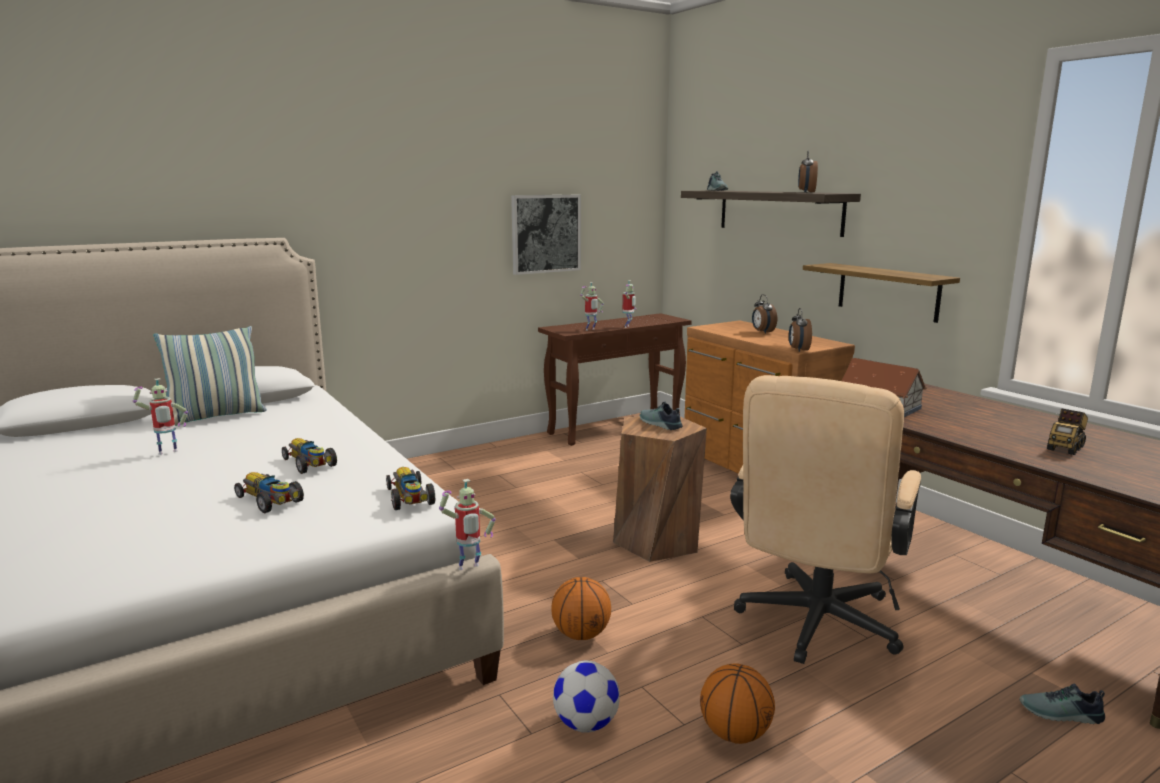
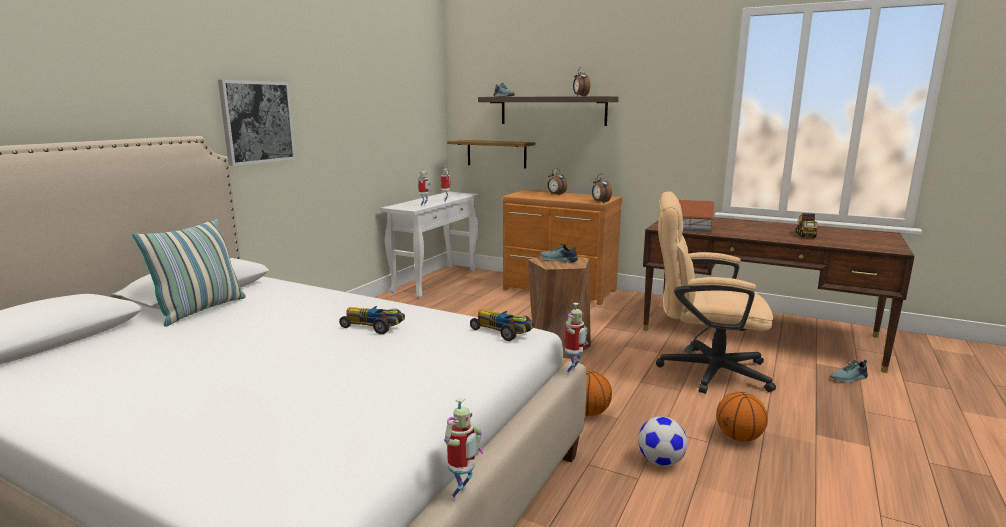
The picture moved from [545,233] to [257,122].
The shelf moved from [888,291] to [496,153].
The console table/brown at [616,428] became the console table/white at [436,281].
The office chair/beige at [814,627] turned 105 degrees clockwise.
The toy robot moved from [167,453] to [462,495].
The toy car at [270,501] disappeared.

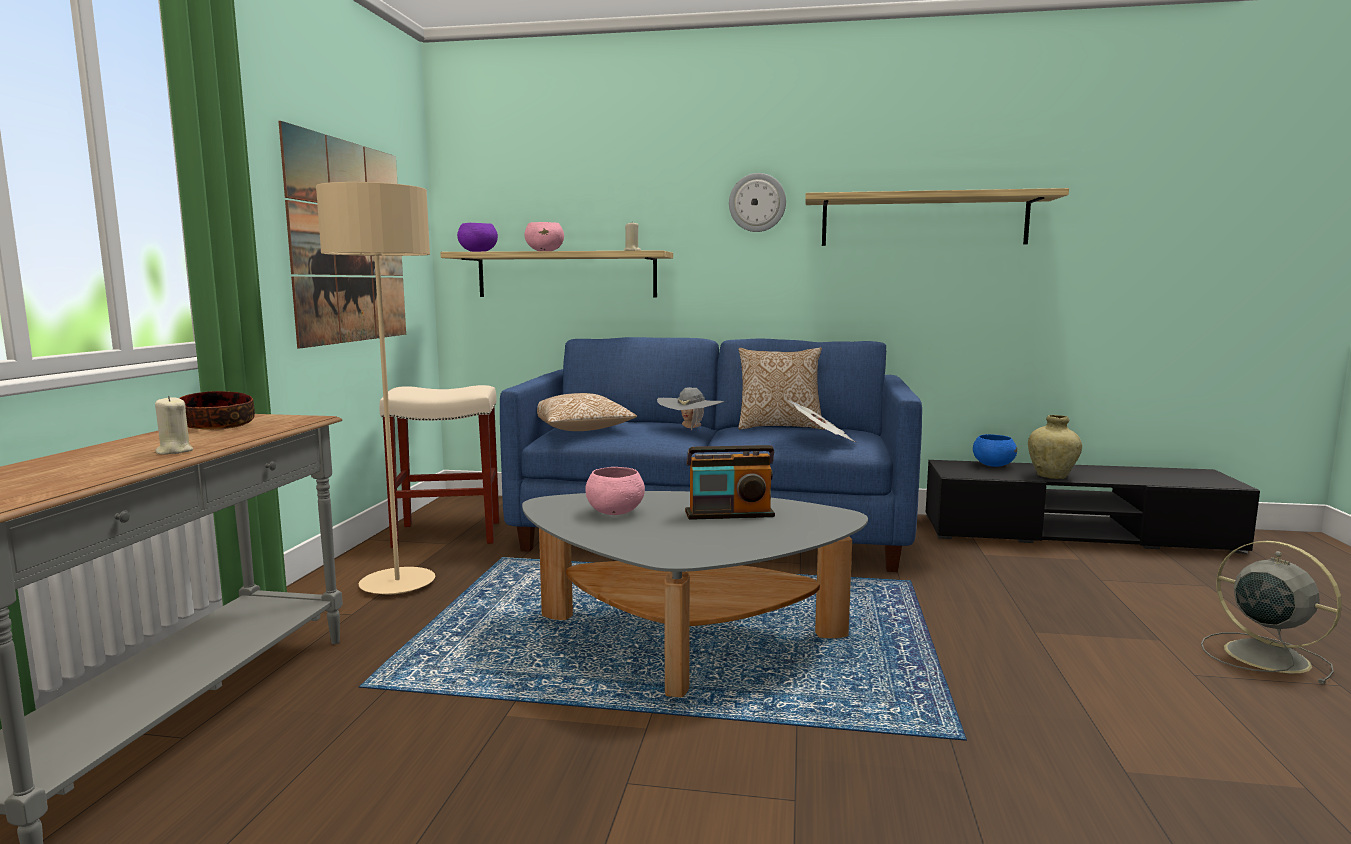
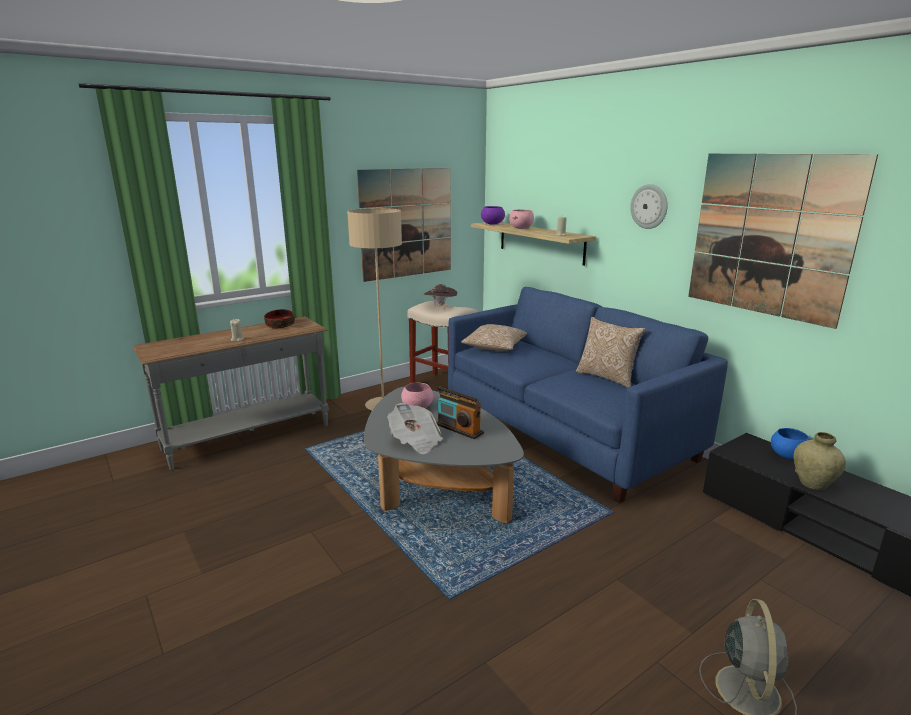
The shelf at [923,221] was replaced by the picture at [770,236].
The hat/grey at [690,428] disappeared.
The newspaper moved from [821,440] to [415,441].
The hat/brown at [440,307] appeared.

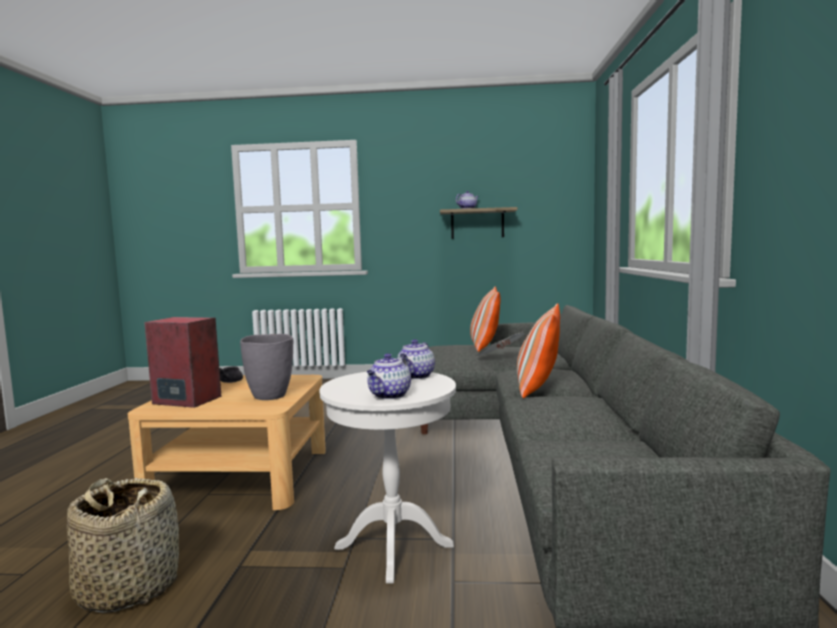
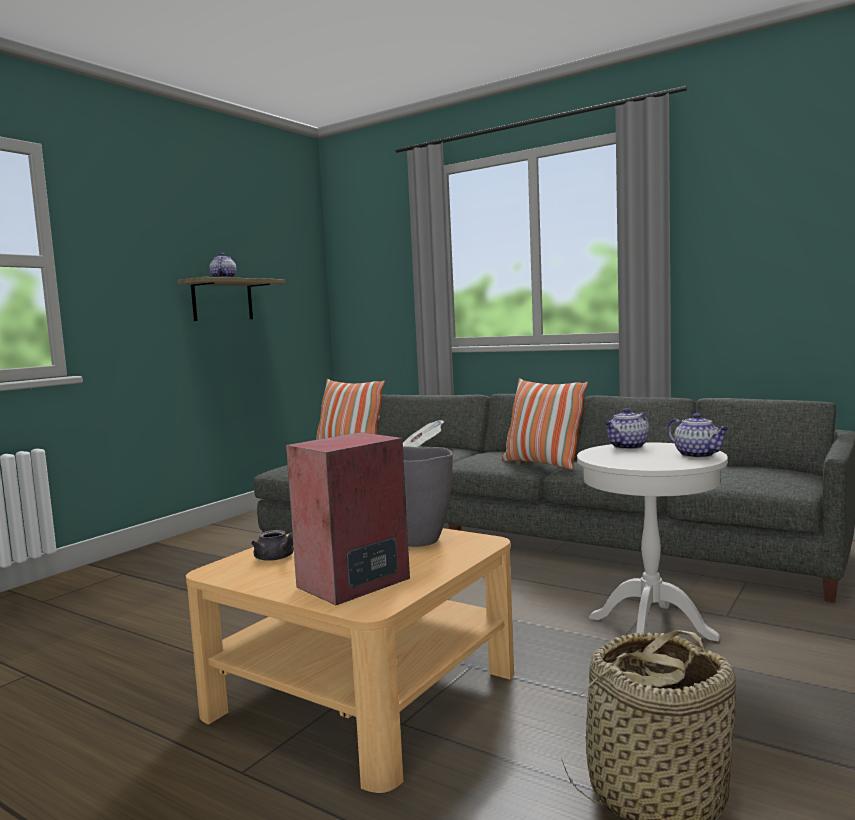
The teapot at [416,376] turned 90 degrees clockwise.

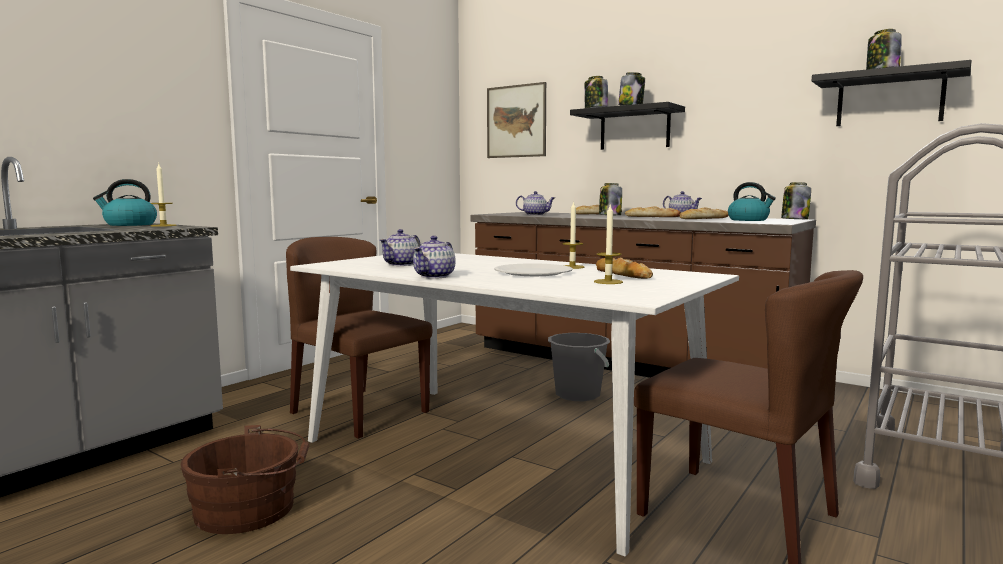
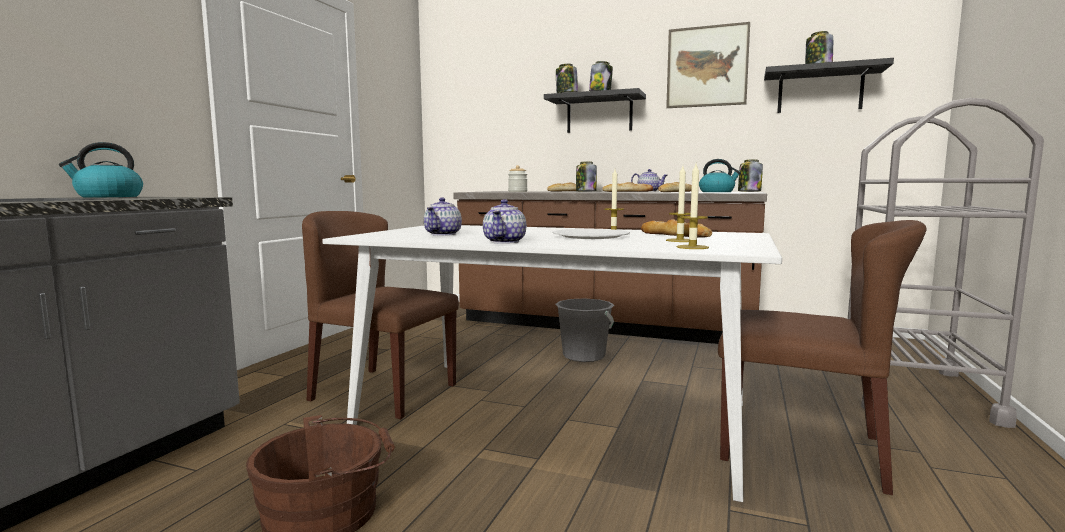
The picture moved from [516,121] to [707,66].
The candle moved from [163,225] to [692,247].
The teapot at [535,215] was replaced by the jar at [517,191].

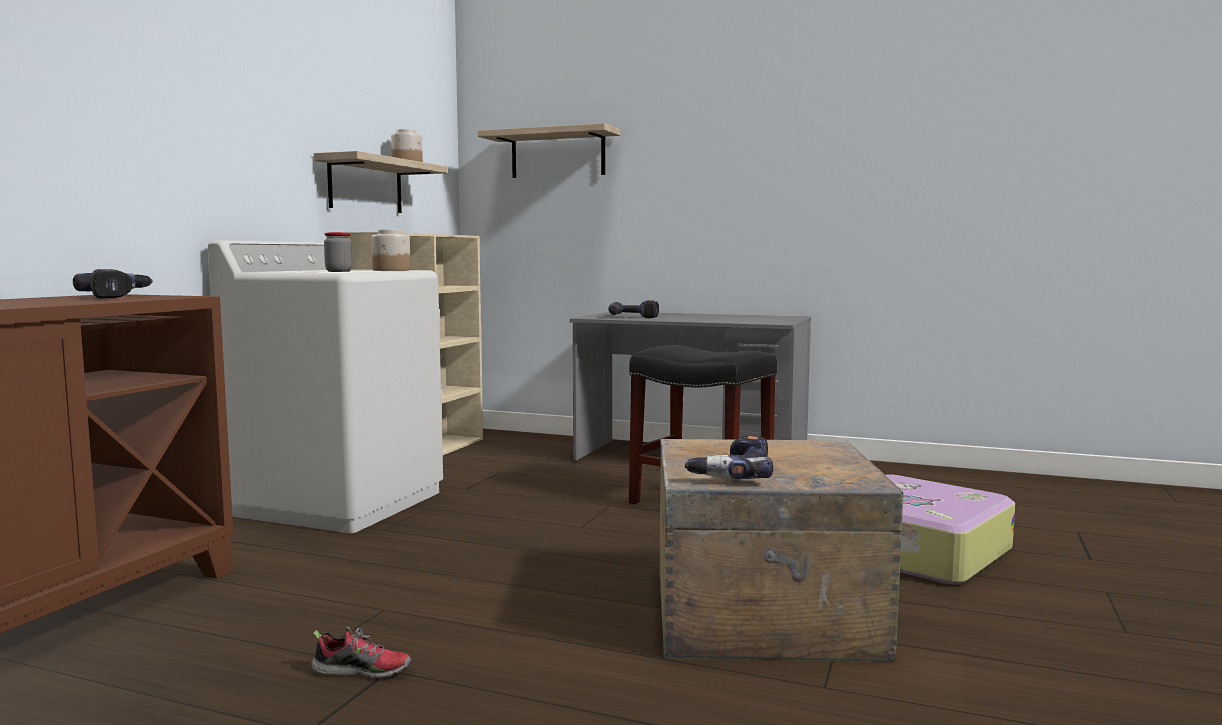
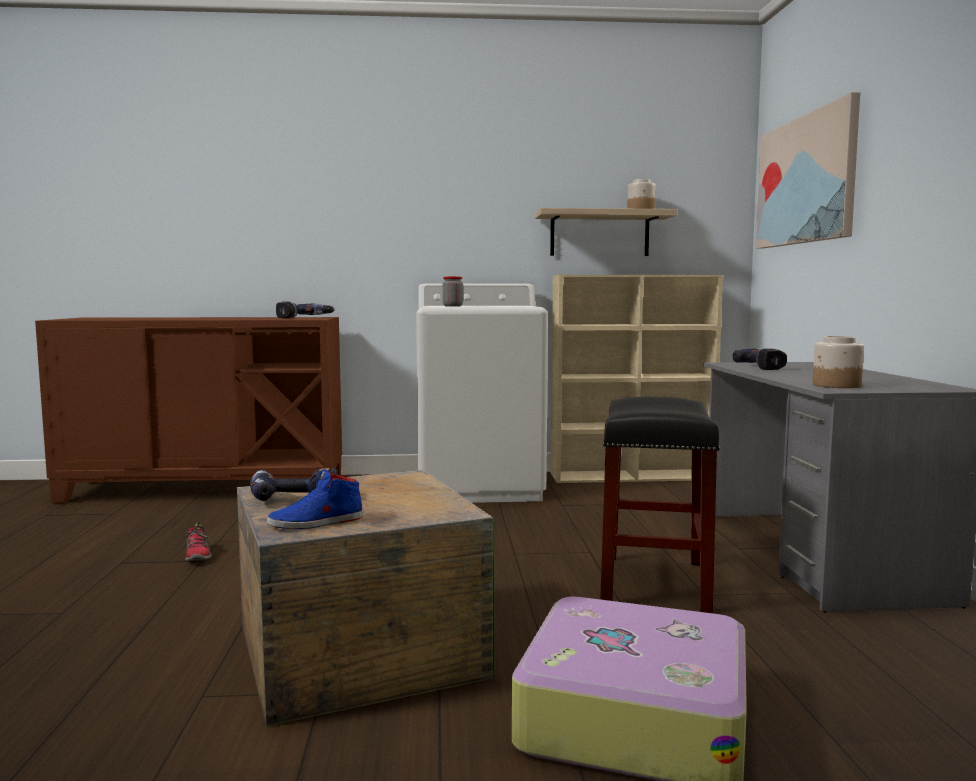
The shelf at [558,154] was replaced by the picture at [806,180].
The jar moved from [391,270] to [836,385].
The shoe/blue at [316,522] appeared.

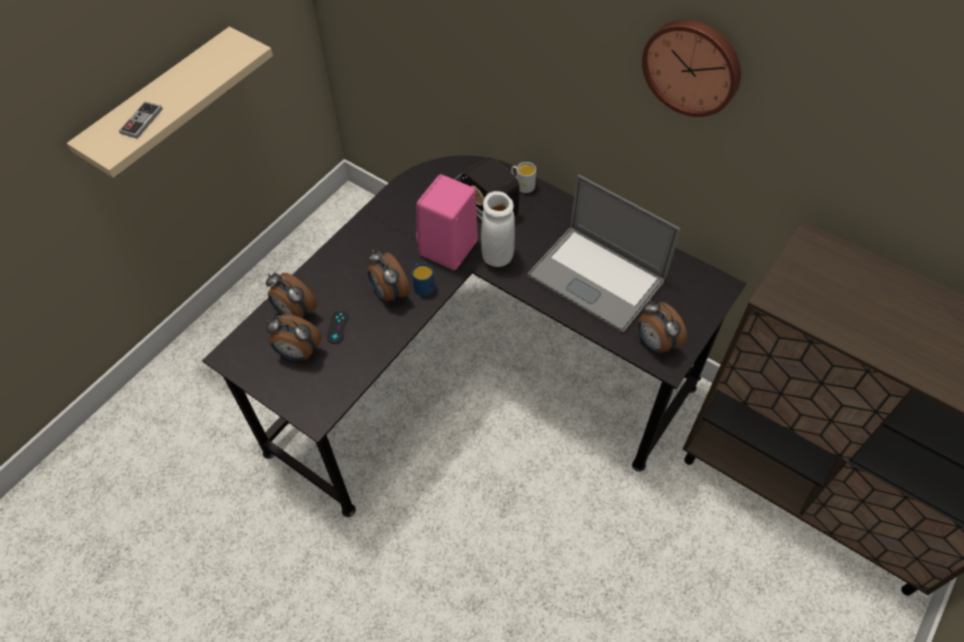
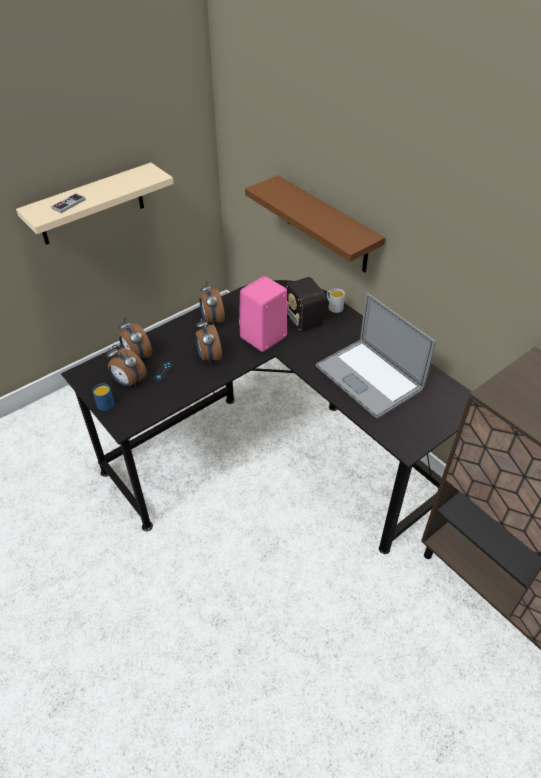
The wall clock at [693,66] disappeared.
The vase/white at [497,255] disappeared.
The mug/blue moved from [422,285] to [105,402].
The alarm clock moved from [655,343] to [212,320].
The shelf/brown at [326,225] appeared.

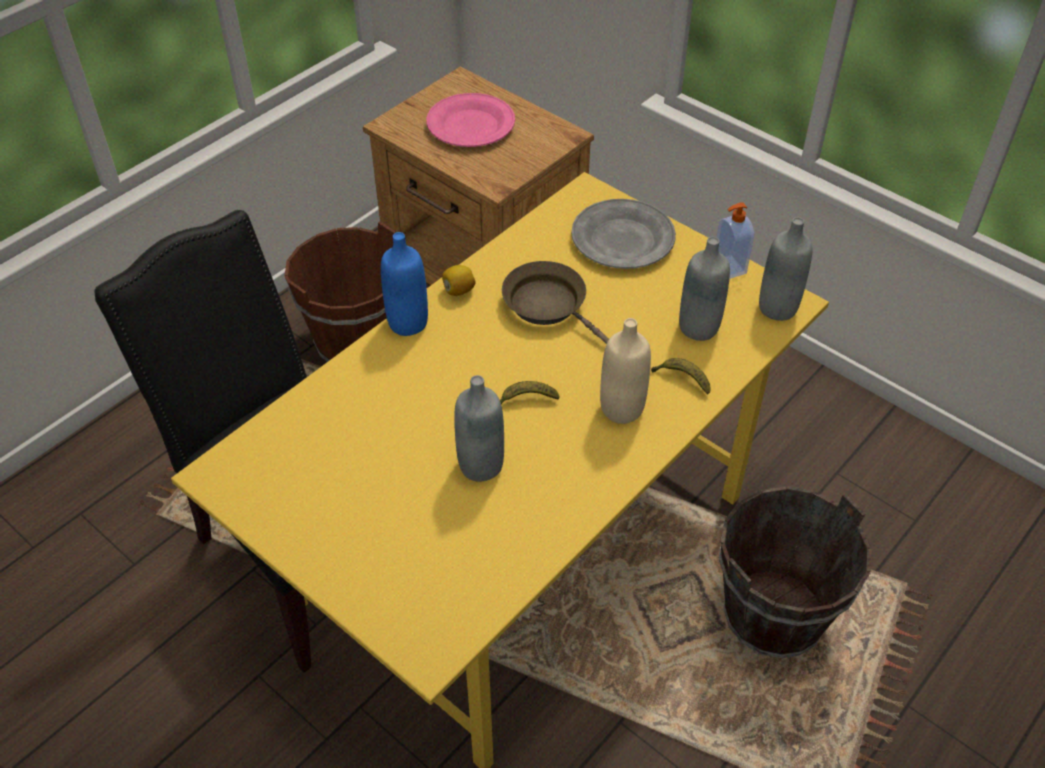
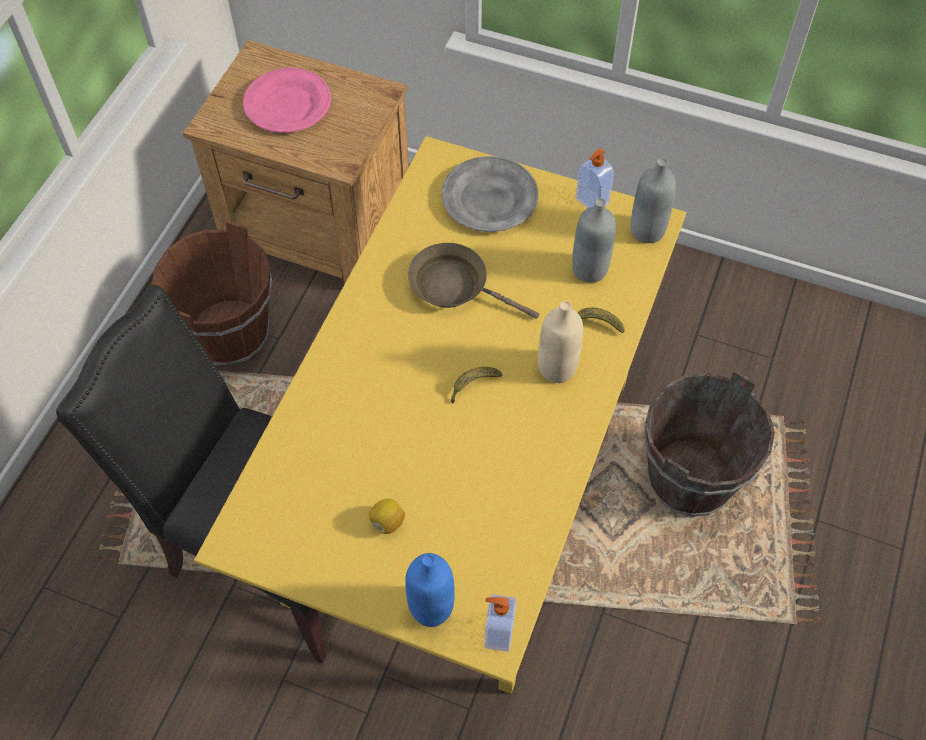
The bottle/blue moved from [408,323] to [431,607].
The lemon moved from [459,291] to [387,522].
The bottle/grey at [480,465] disappeared.
The soap dispenser at [497,633] appeared.

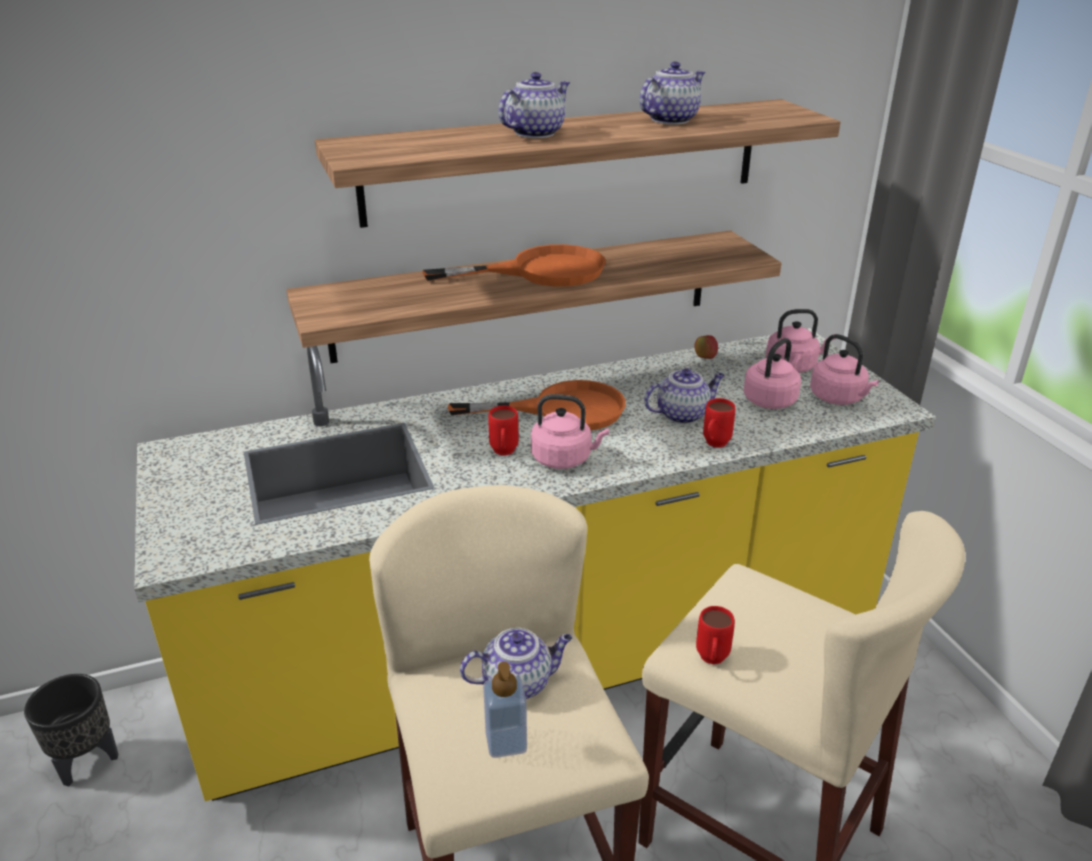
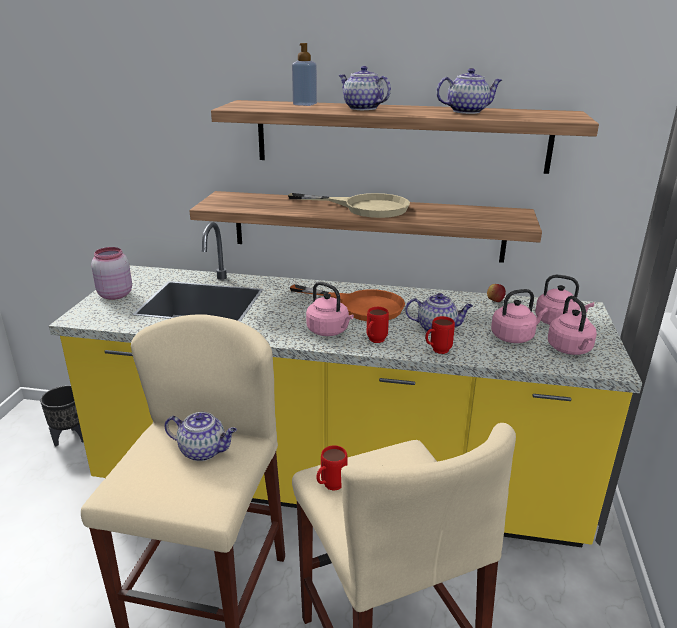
The teapot at [535,133] turned 120 degrees counterclockwise.
The frying pan/orange at [541,271] became the frying pan/beige at [364,207].
The mug/red moved from [503,453] to [374,341].
The soap dispenser moved from [506,742] to [305,104].
The jar/pink at [114,295] appeared.

